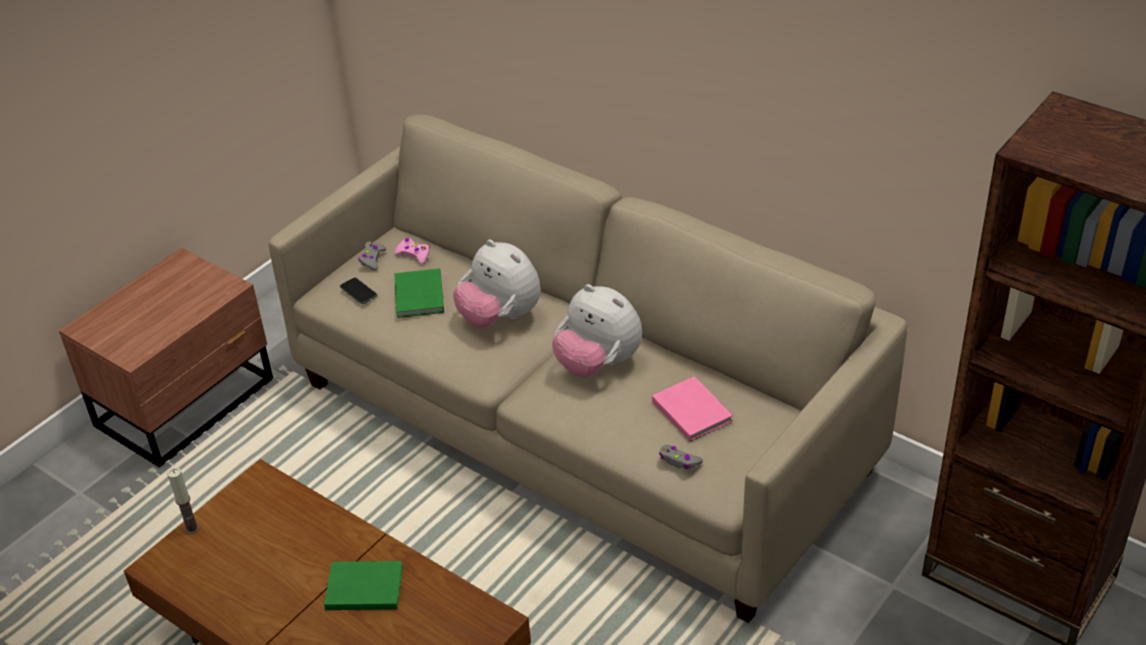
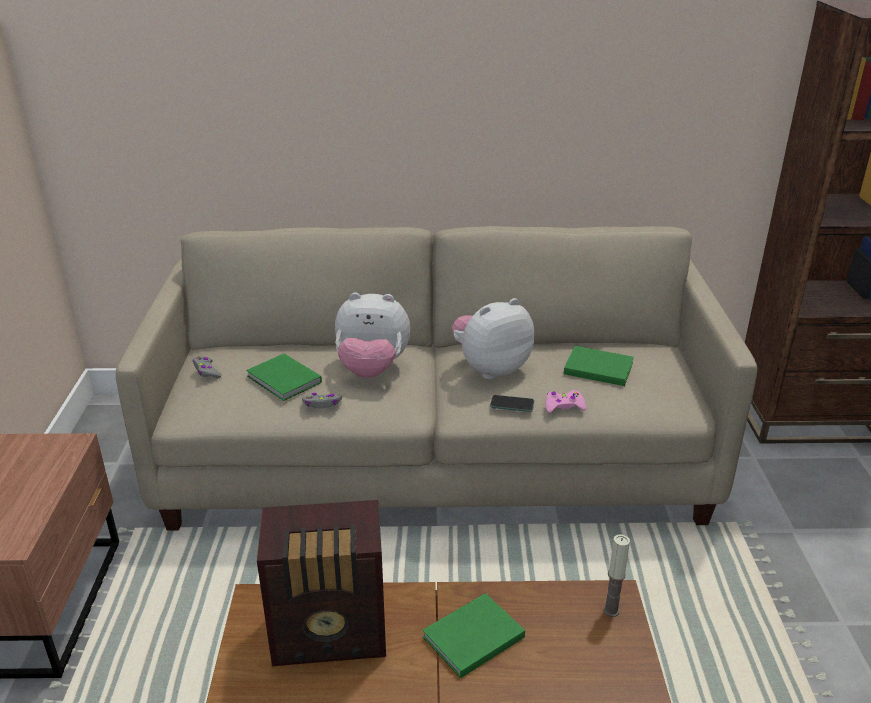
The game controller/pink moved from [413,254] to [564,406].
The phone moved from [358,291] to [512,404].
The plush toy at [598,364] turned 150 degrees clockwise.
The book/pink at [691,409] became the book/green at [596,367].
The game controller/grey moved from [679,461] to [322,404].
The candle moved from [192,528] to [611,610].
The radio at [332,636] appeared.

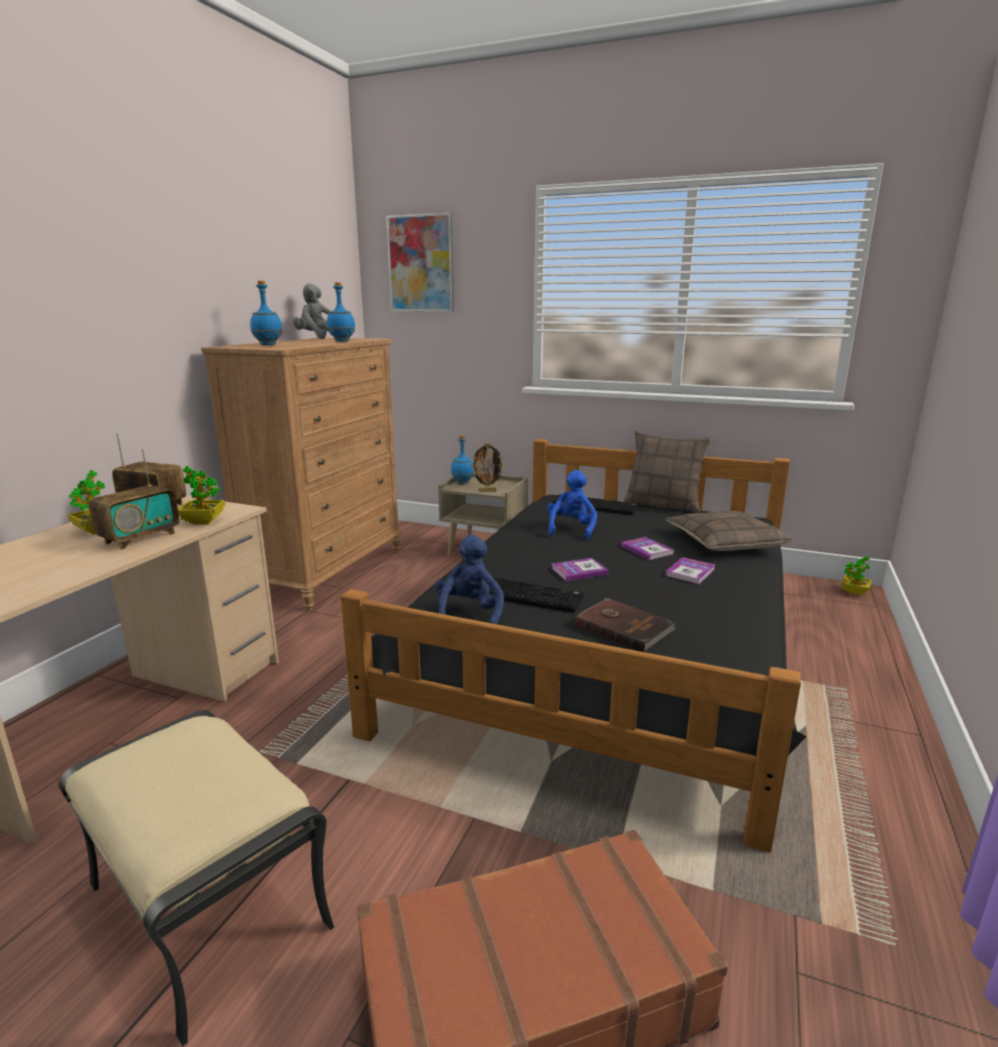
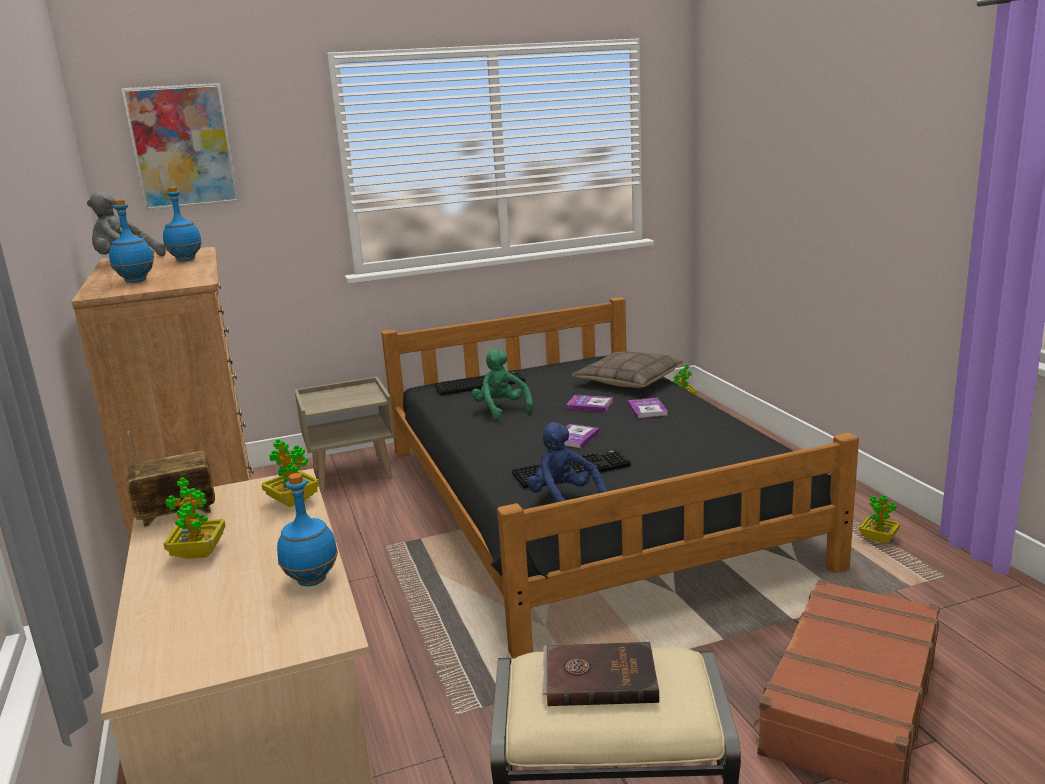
The pillow at [663,504] disappeared.
The bottle/blue moved from [462,483] to [312,581].
The picture frame at [487,491] disappeared.
The radio at [140,538] disappeared.
The plush toy/blue at [571,529] became the plush toy/green at [501,409].
The book/brown moved from [624,627] to [599,677].
The potted plant at [878,539] appeared.

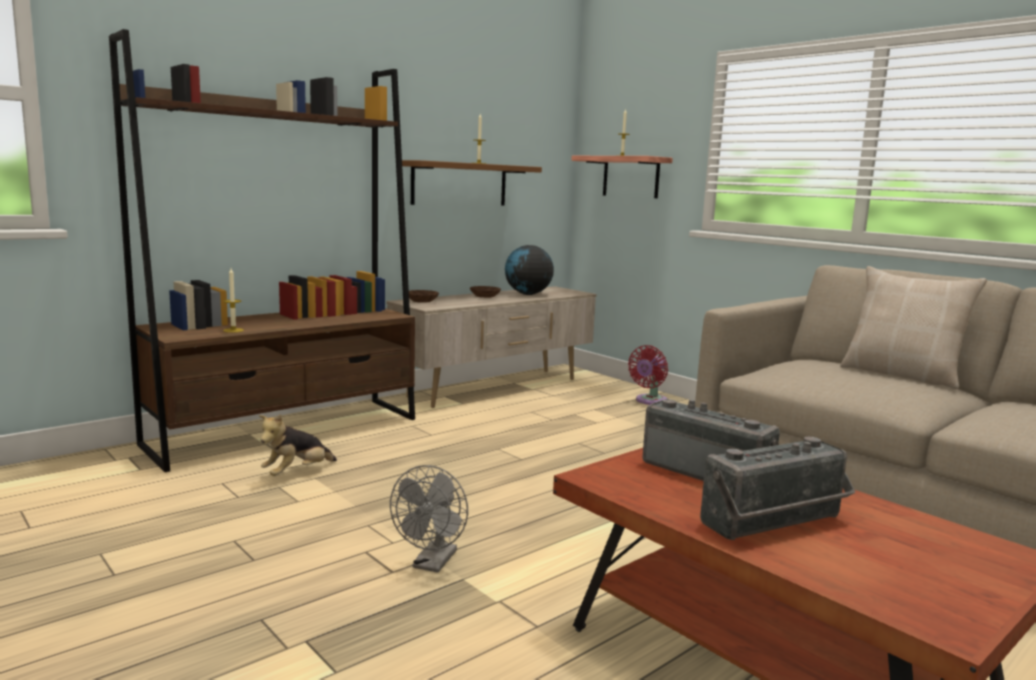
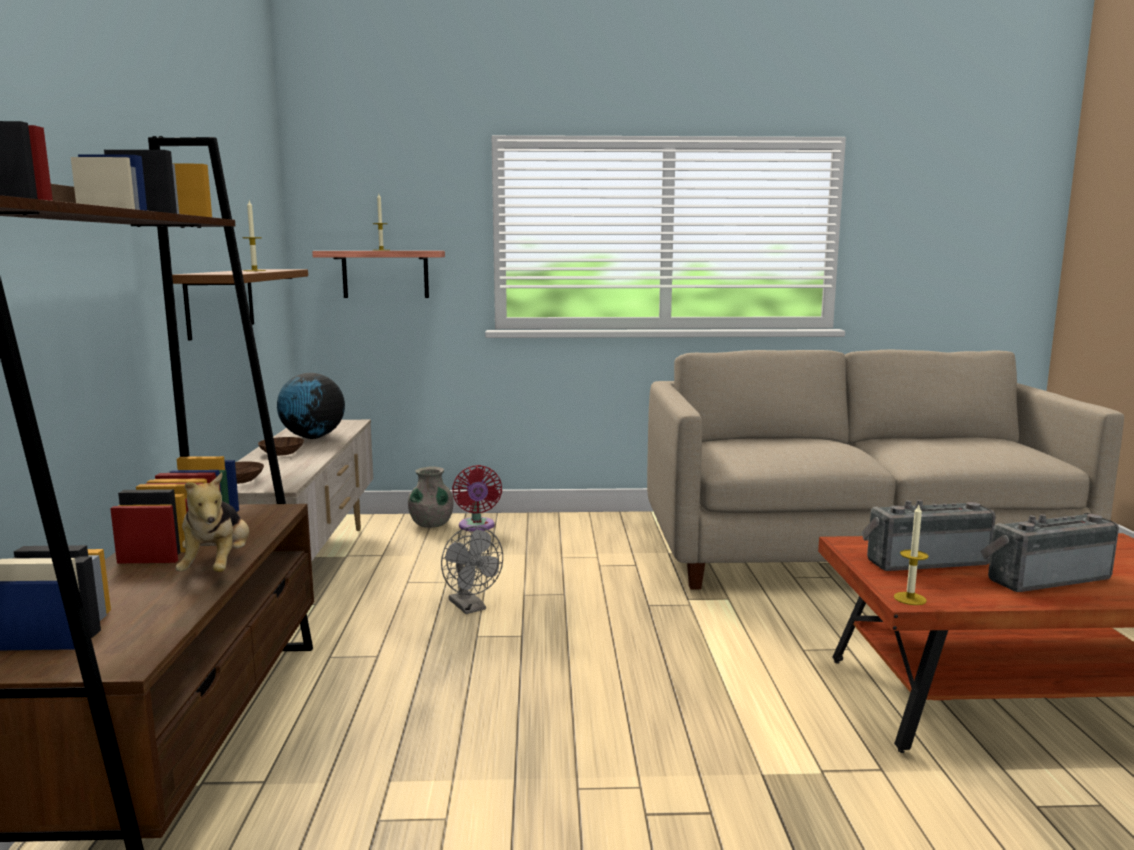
The pillow/beige at [902,375] disappeared.
The candle moved from [233,330] to [910,598].
The plush toy moved from [297,473] to [218,568].
The radio at [776,524] turned 120 degrees counterclockwise.
The fan/grey moved from [432,564] to [471,607].
The vase/grey at [431,524] appeared.

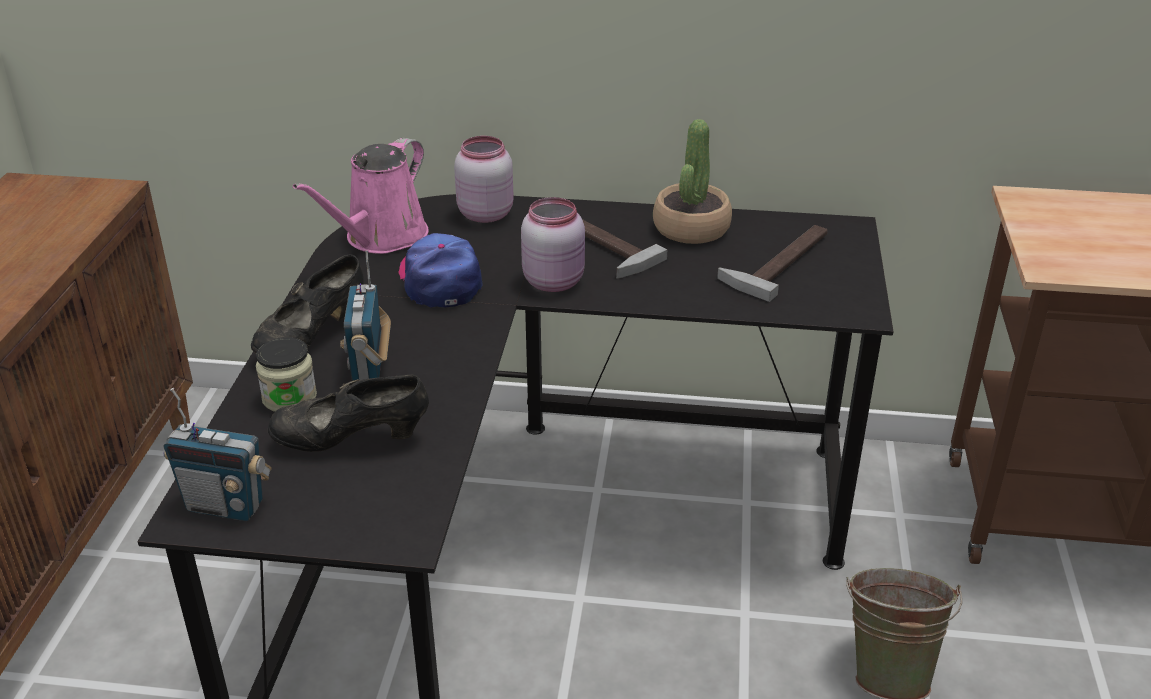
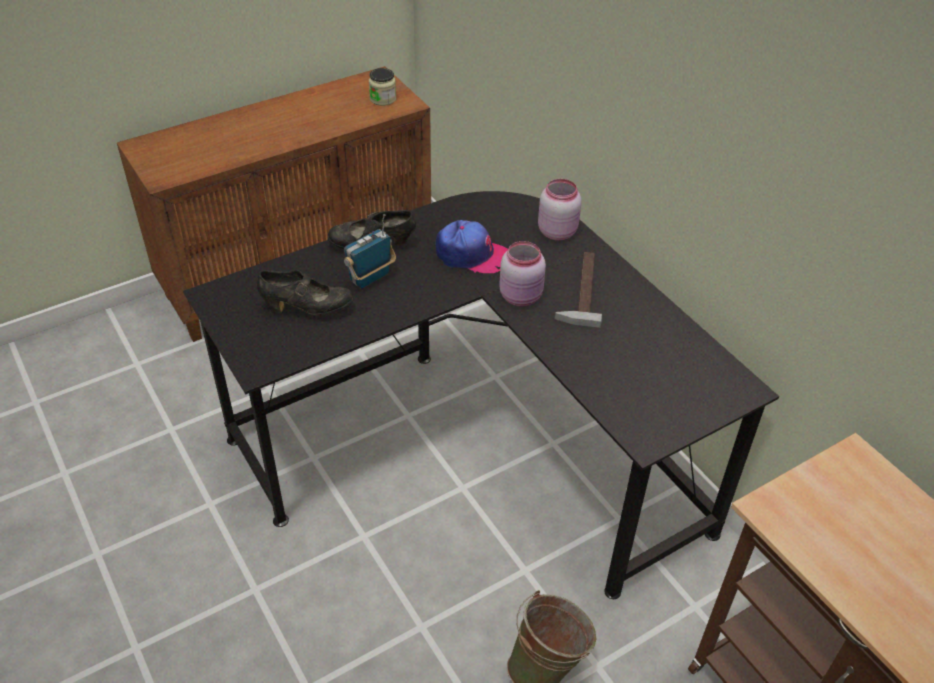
The potted plant at [691,228] disappeared.
The watering can/pink at [381,238] disappeared.
The hammer at [778,260] disappeared.
The cap at [440,280] turned 75 degrees clockwise.
The jar moved from [289,397] to [383,99].
The shoe/black at [351,440] turned 135 degrees clockwise.
The radio at [225,506] disappeared.

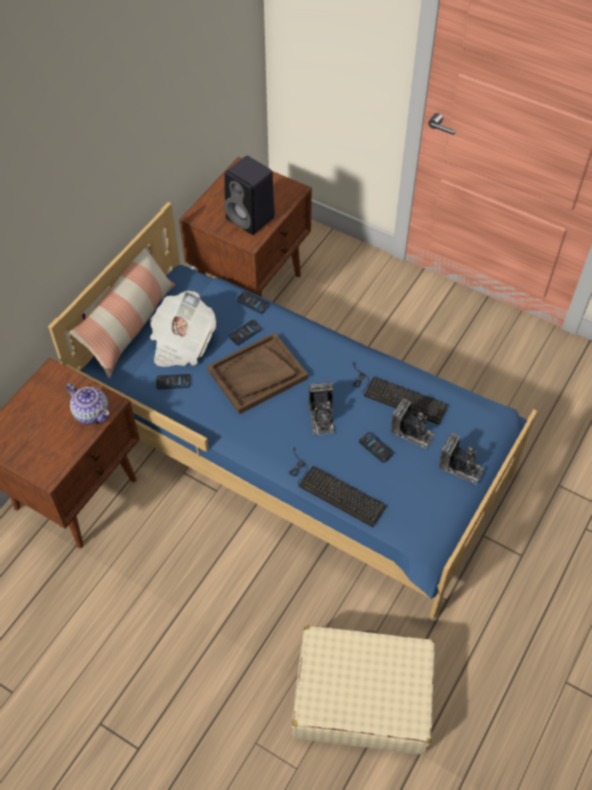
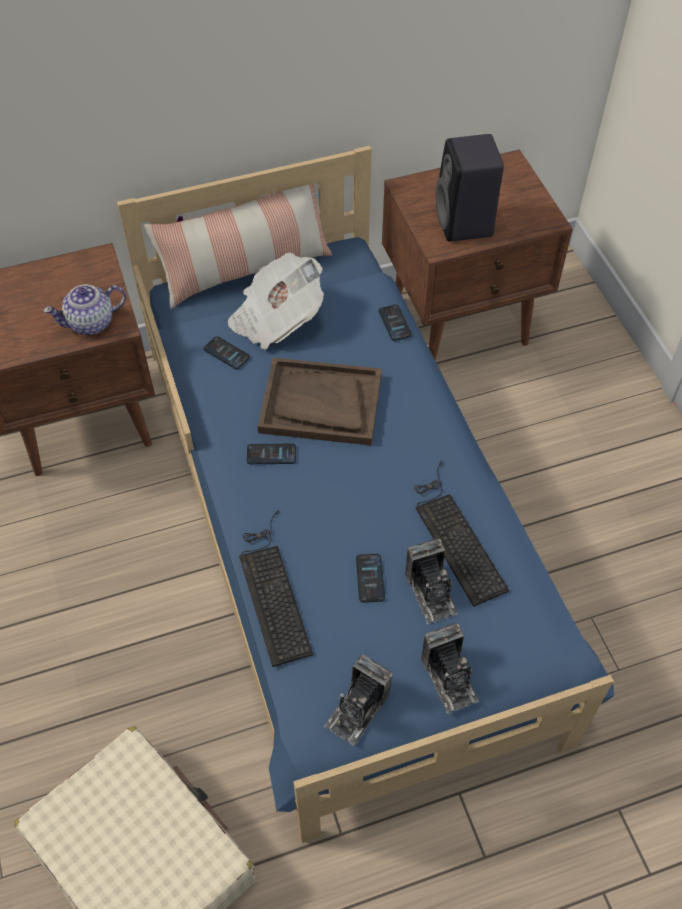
The phone moved from [245,333] to [271,454].
The photo camera moved from [322,417] to [357,709].
The teapot at [91,412] turned 75 degrees clockwise.

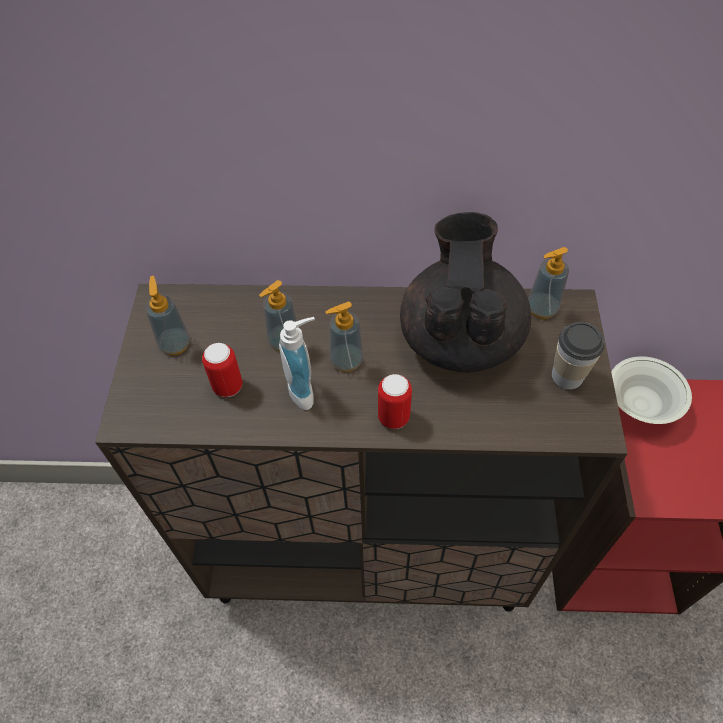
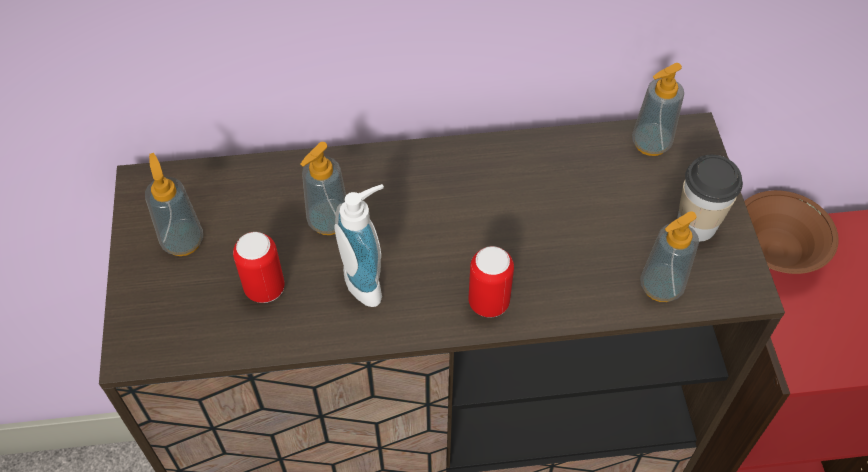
The teapot/black at [460,337] disappeared.
The soap dispenser moved from [346,361] to [661,286].
The bowl/white at [640,405] became the bowl/brown at [774,252].

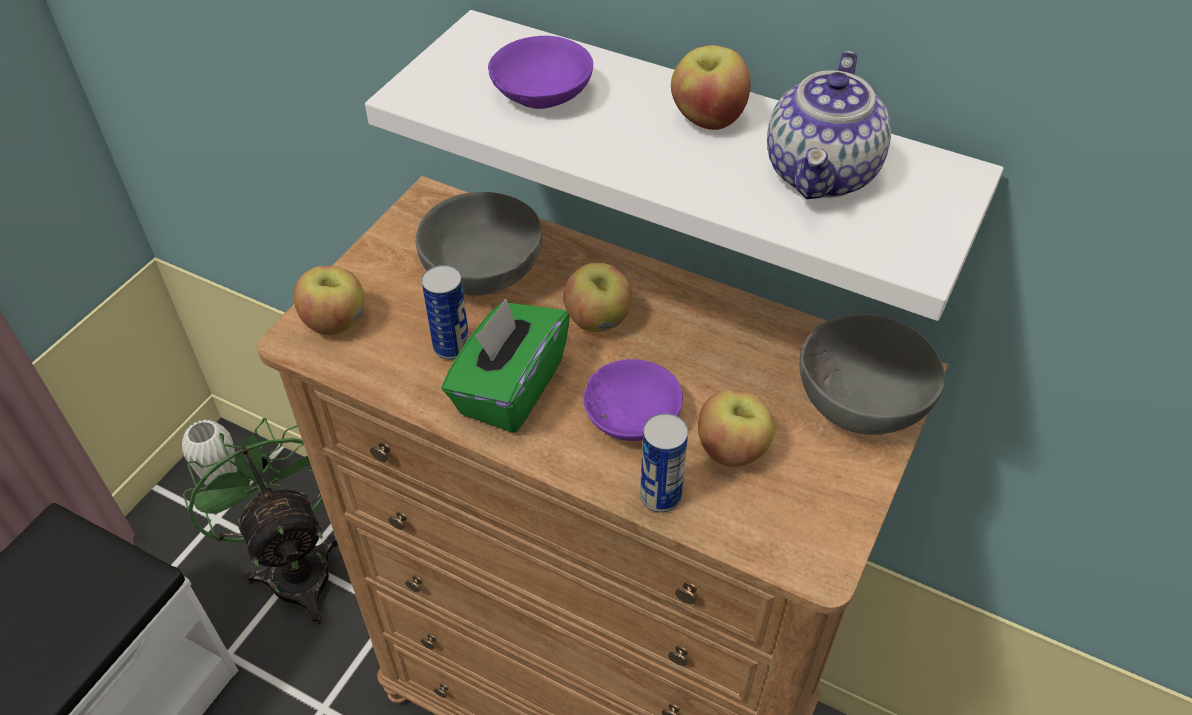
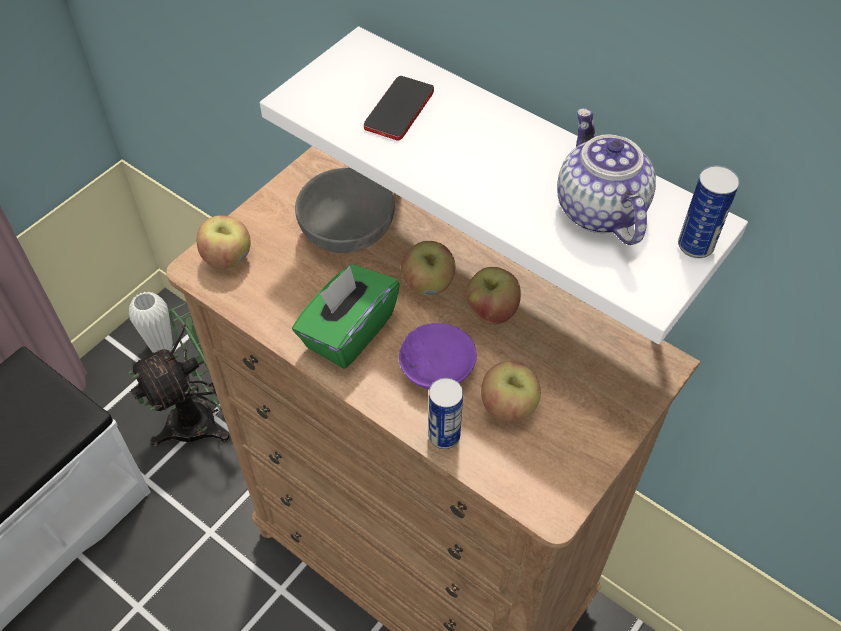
The bowl/purple at [545,92] was replaced by the phone at [399,109].
The apple moved from [707,118] to [491,311].
The teapot at [822,174] turned 135 degrees clockwise.
The can moved from [451,347] to [695,246].
The bowl/grey at [856,402] disappeared.
The fan/green at [295,566] turned 75 degrees clockwise.

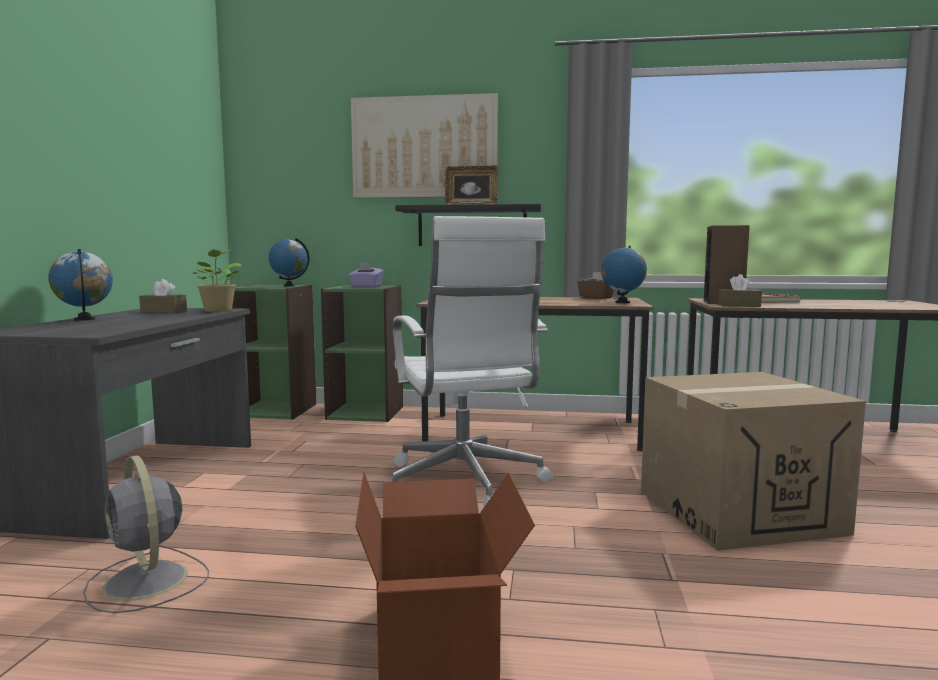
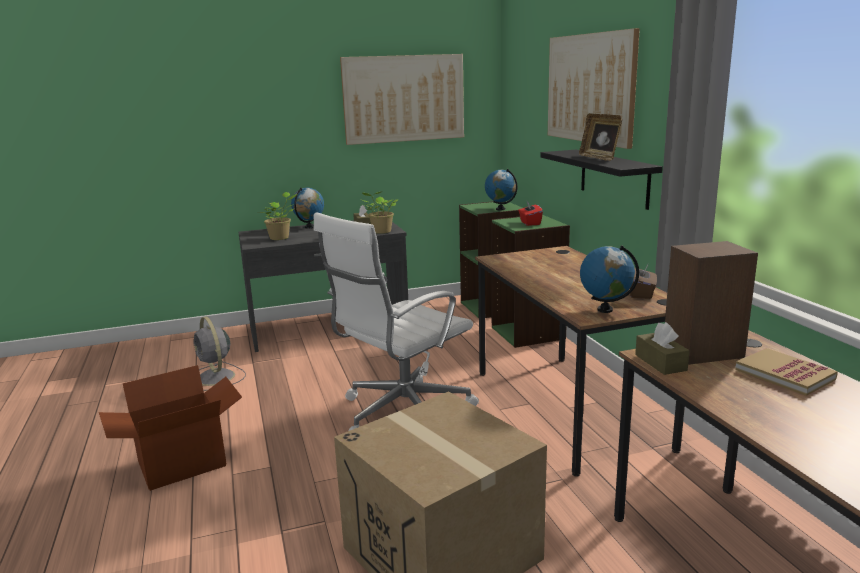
The tissue box/purple at [366,286] became the tissue box/red at [529,223].
The fan/grey at [146,582] turned 60 degrees counterclockwise.
The picture at [404,98] appeared.
The potted plant at [281,238] appeared.

